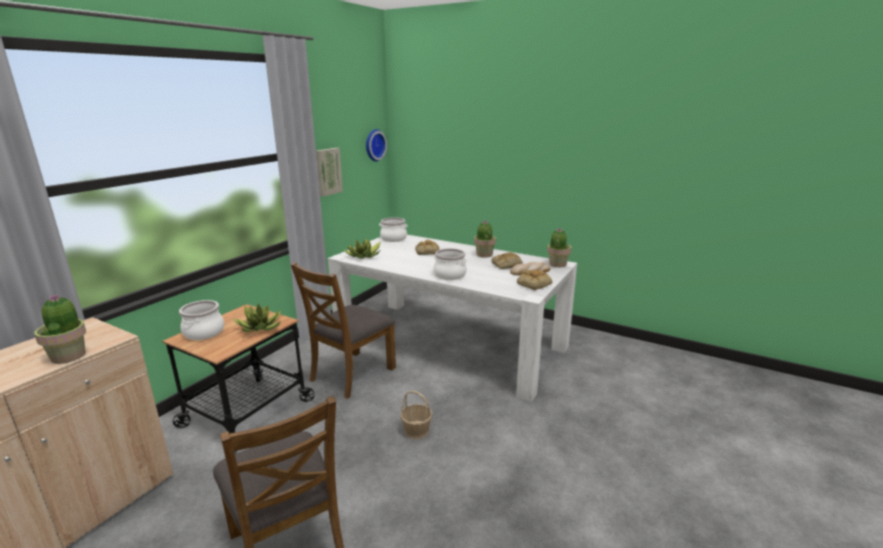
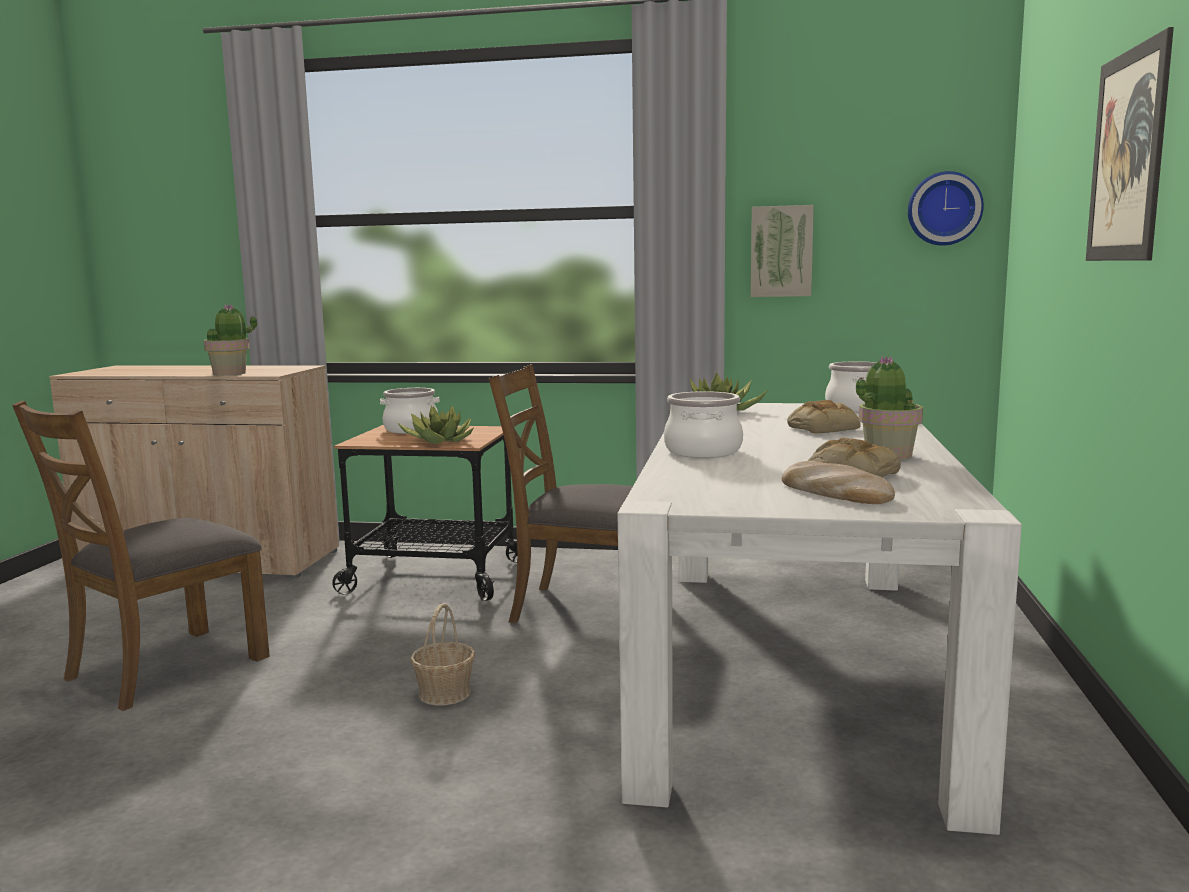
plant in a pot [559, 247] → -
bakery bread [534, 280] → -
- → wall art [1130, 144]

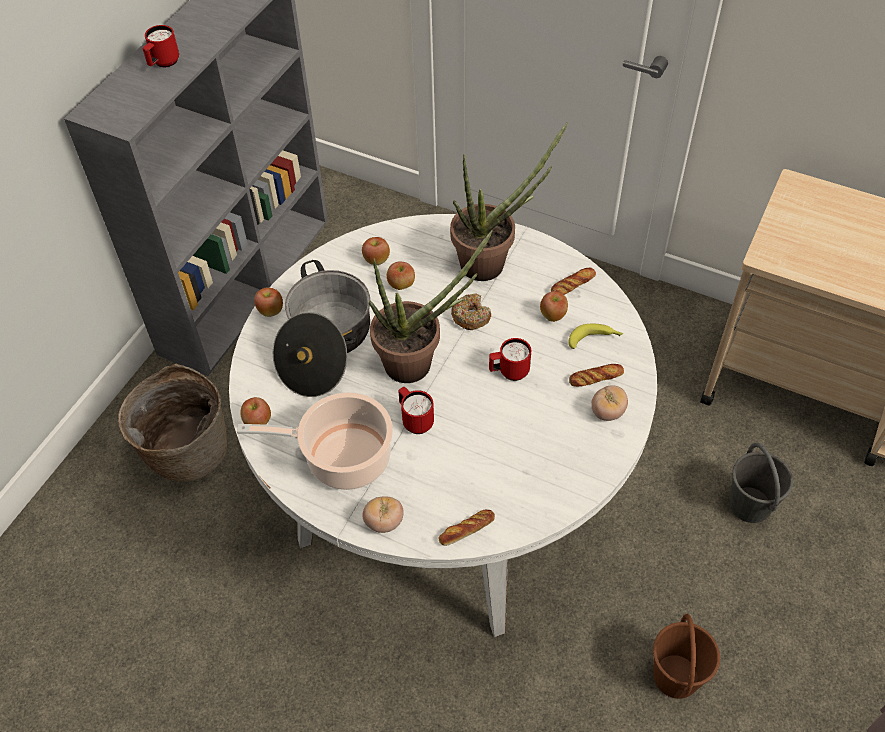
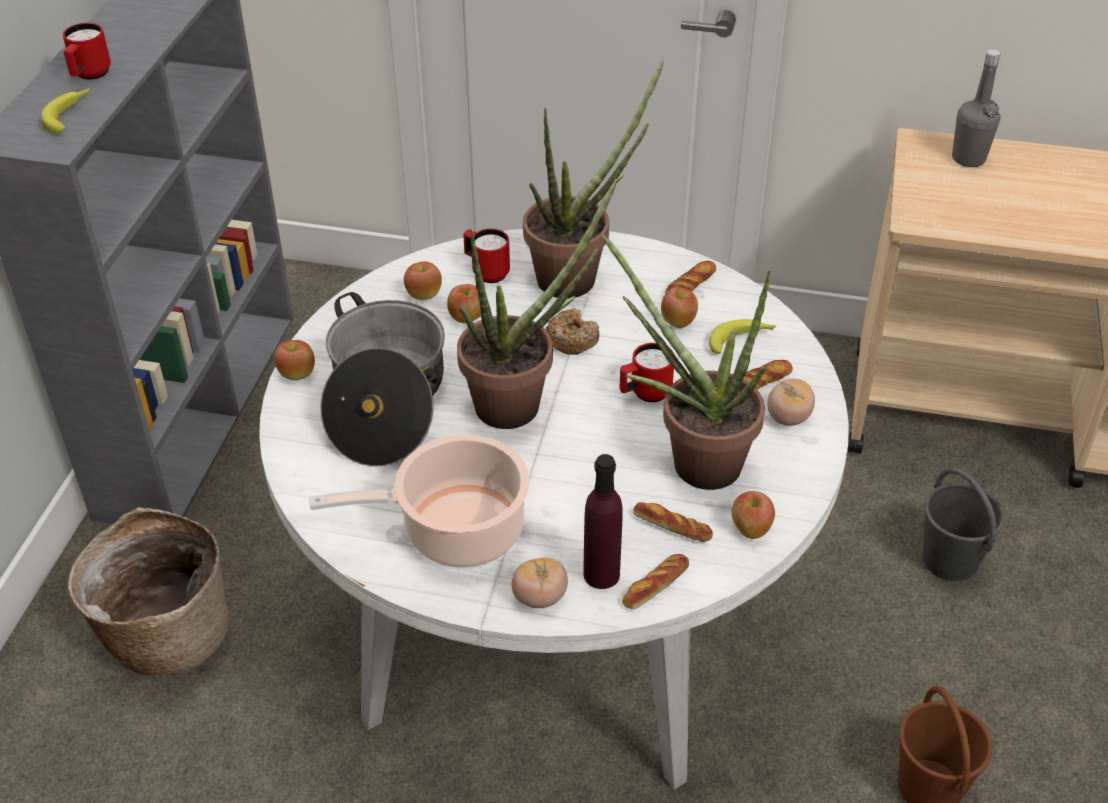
reddish tea mug [416, 410] → reddish tea mug [486, 256], relocated
apple [255, 411] → apple [753, 515], relocated
- → gray drink bottle [976, 108]
- → banana [65, 111]
- → plant in a pot [686, 362]
- → purple-coloured drink bottle [603, 521]
- → bakery bread [673, 522]

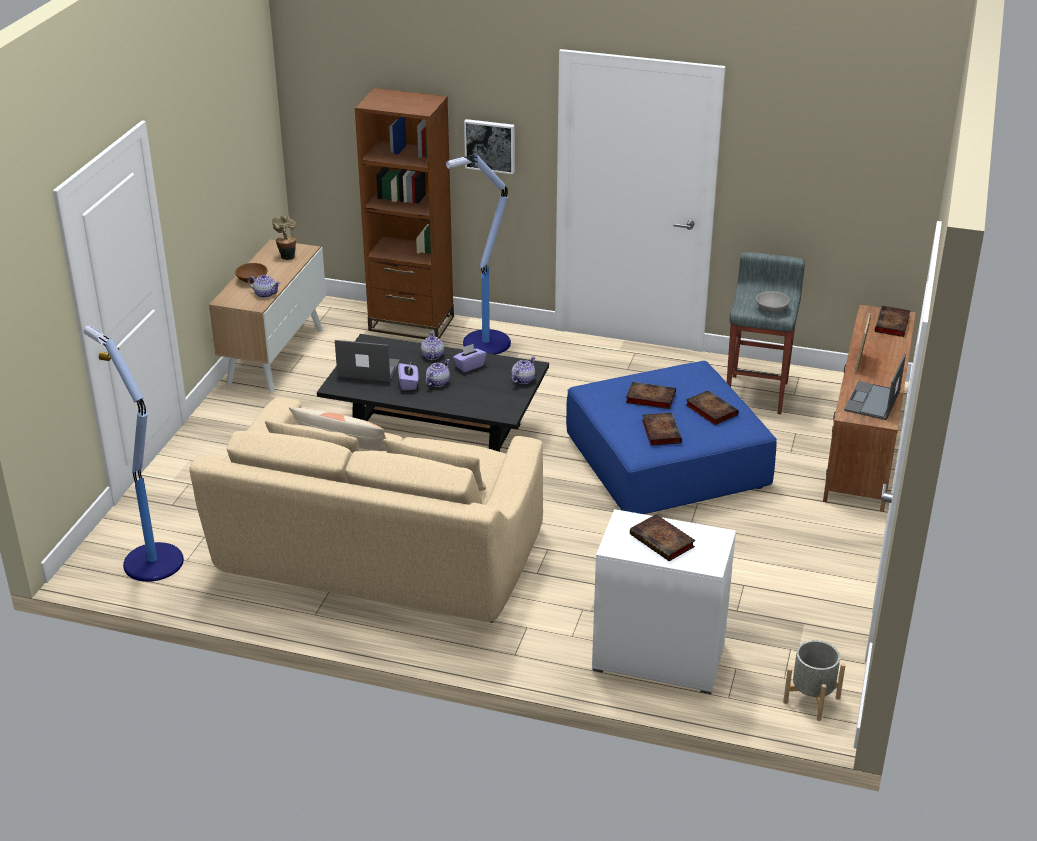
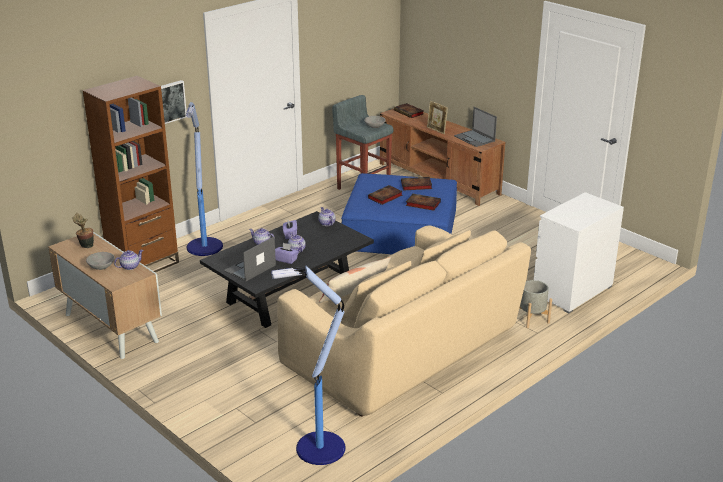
brown bowl [251, 273] → gray bowl [100, 261]
bound book [662, 537] → -
gray planter [814, 680] → gray planter [535, 304], relocated

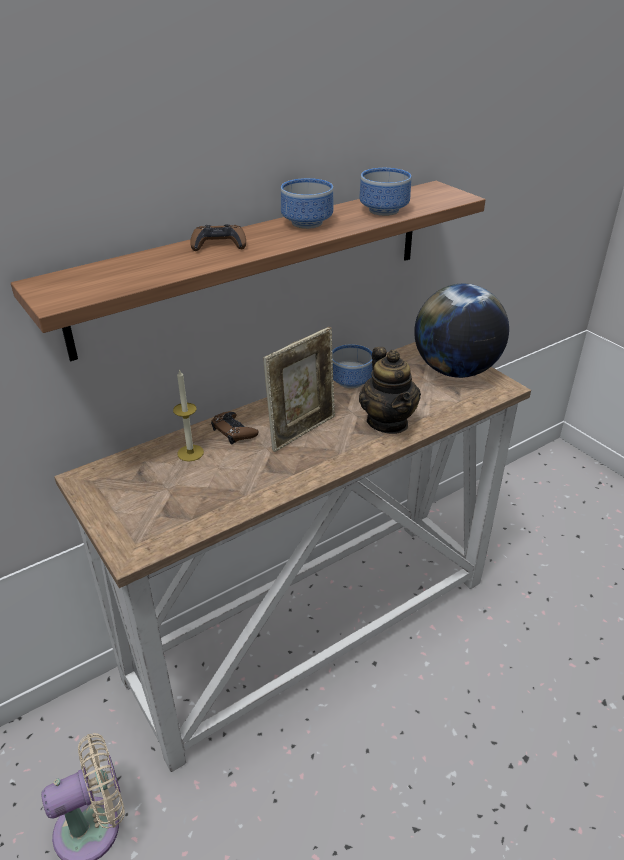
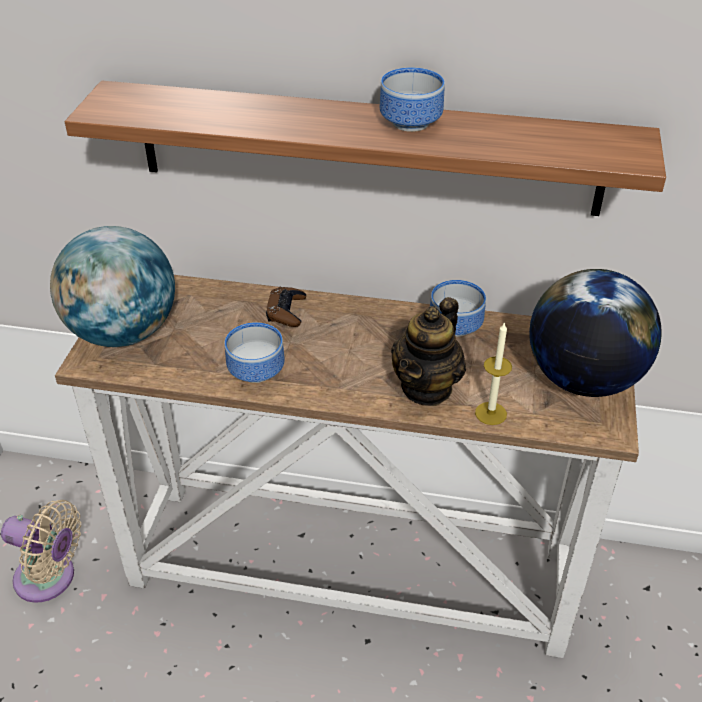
bowl [385, 192] → bowl [255, 352], relocated
brown joypad [218, 237] → -
standing frame [299, 389] → -
candle [188, 415] → candle [493, 373], relocated
- → globe [112, 286]

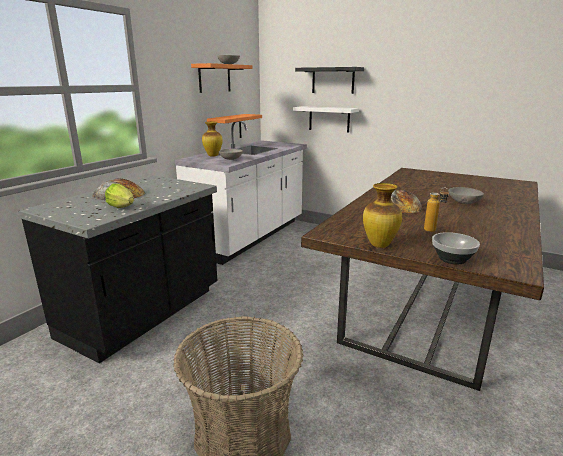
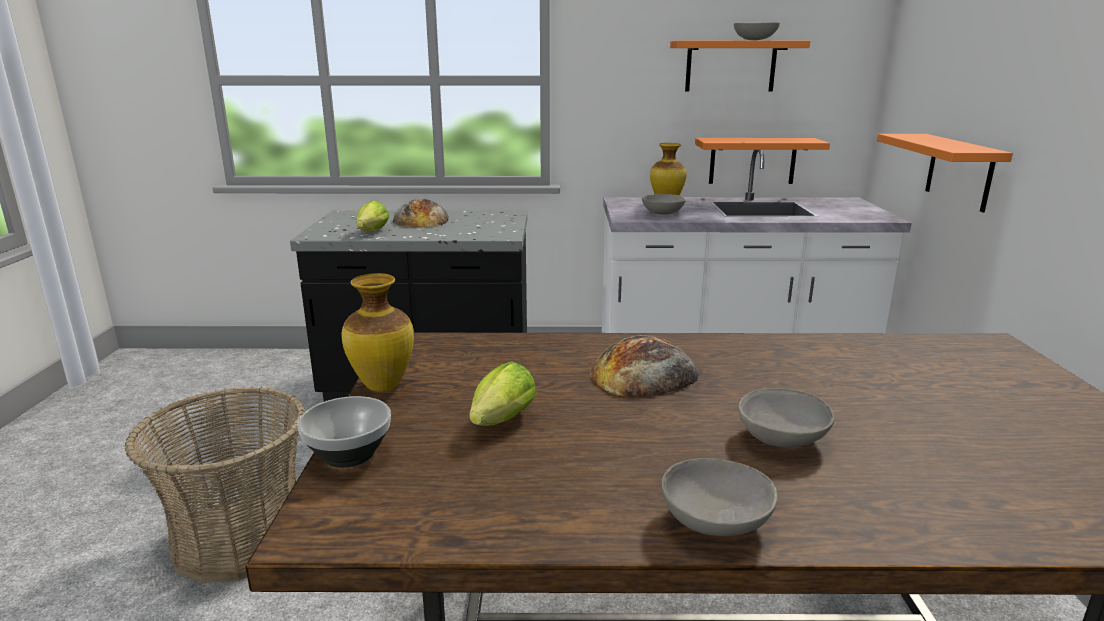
blackish shelf [329, 80] → -
whitish shelf [326, 119] → orange shelf [945, 173]
drink bottle [436, 209] → lettuce head [503, 393]
- → gray bowl [719, 497]

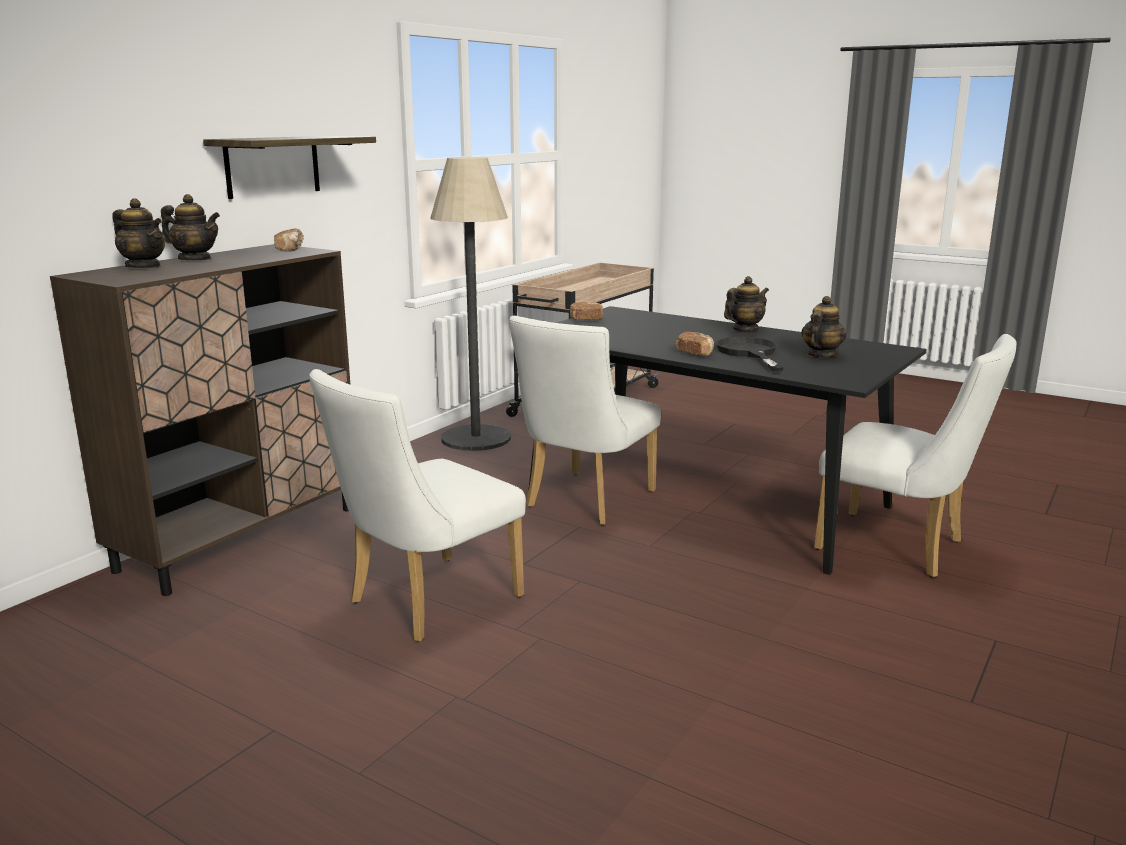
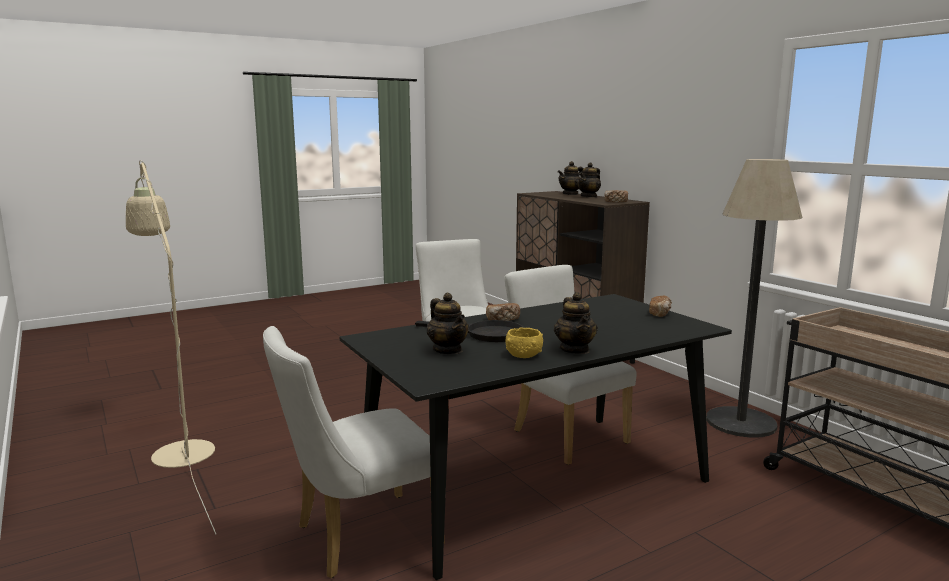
shelf [289, 167] → -
- → beige-coloured standard lamp [171, 347]
- → yellow bowl [524, 342]

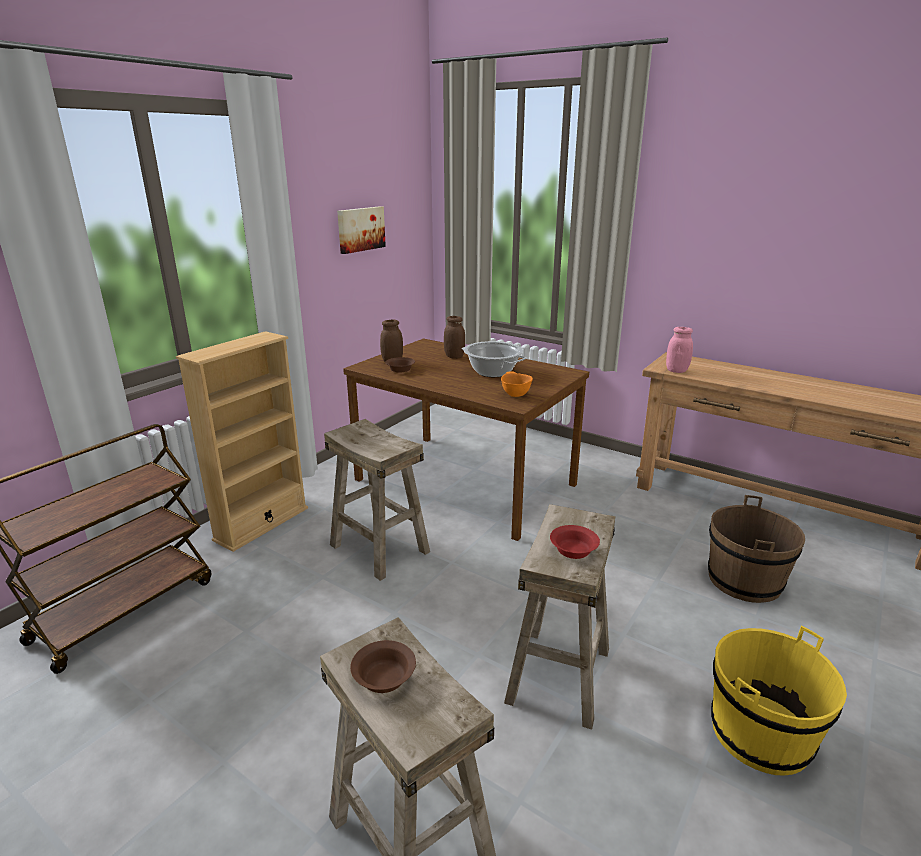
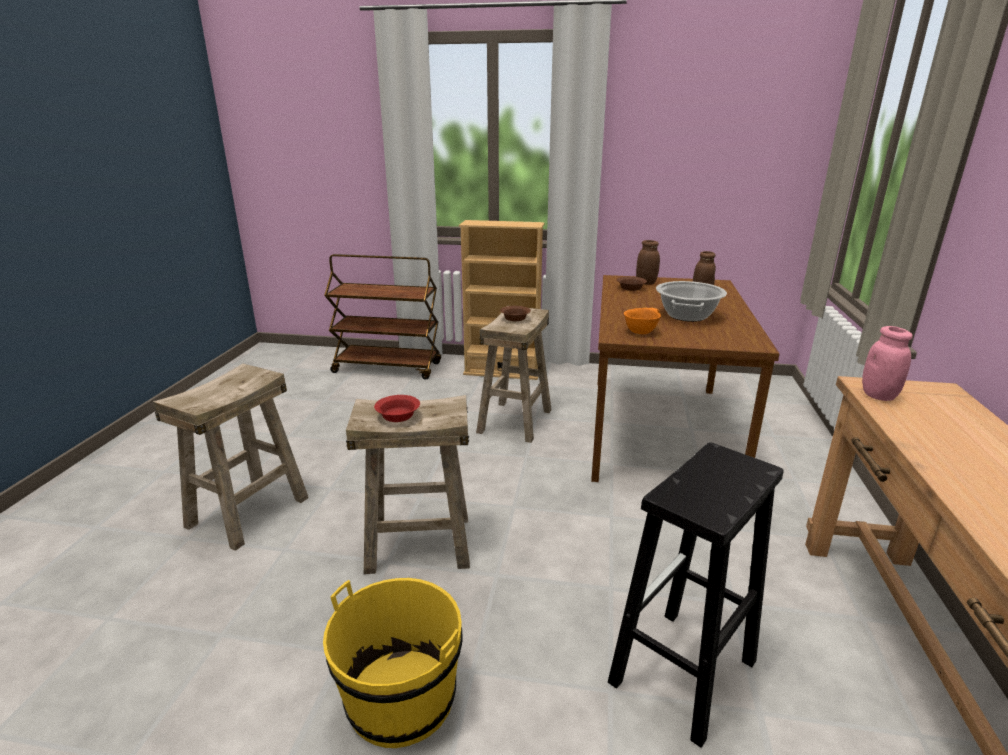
wall art [361, 230] → -
brown bucket [756, 549] → blackish sitting stool [696, 595]
brown bowl [383, 666] → brown bowl [515, 313], relocated

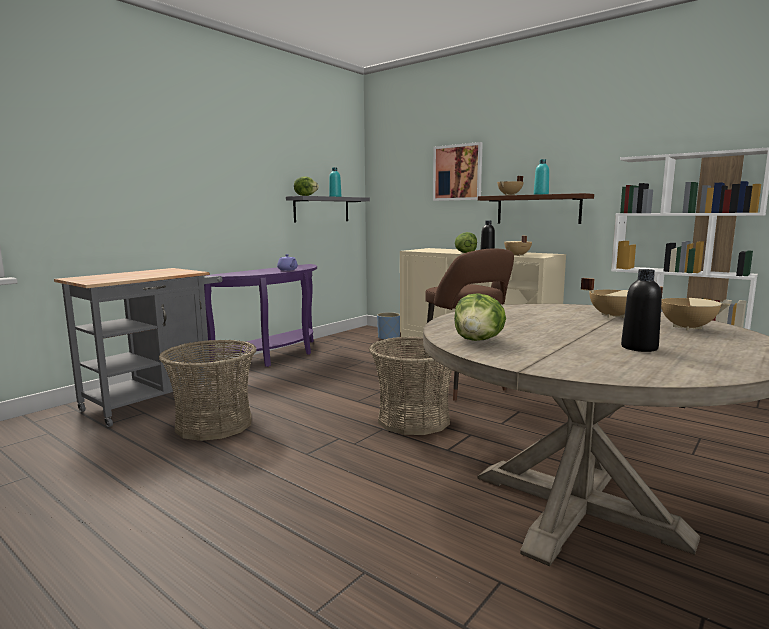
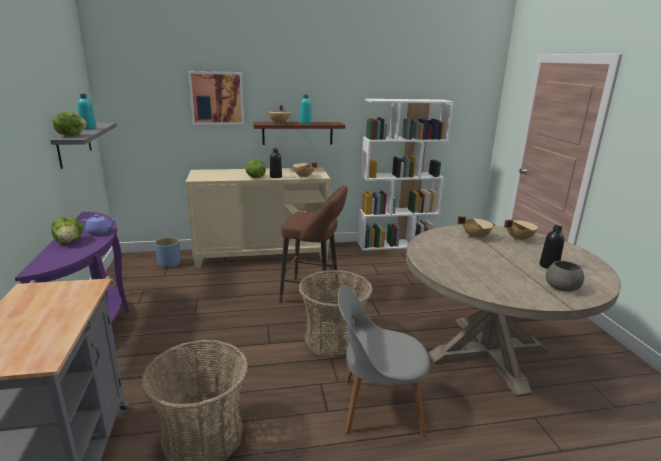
lettuce head [480, 317] → lettuce head [67, 230], relocated
- → gray bowl [565, 276]
- → gray plain chair [384, 361]

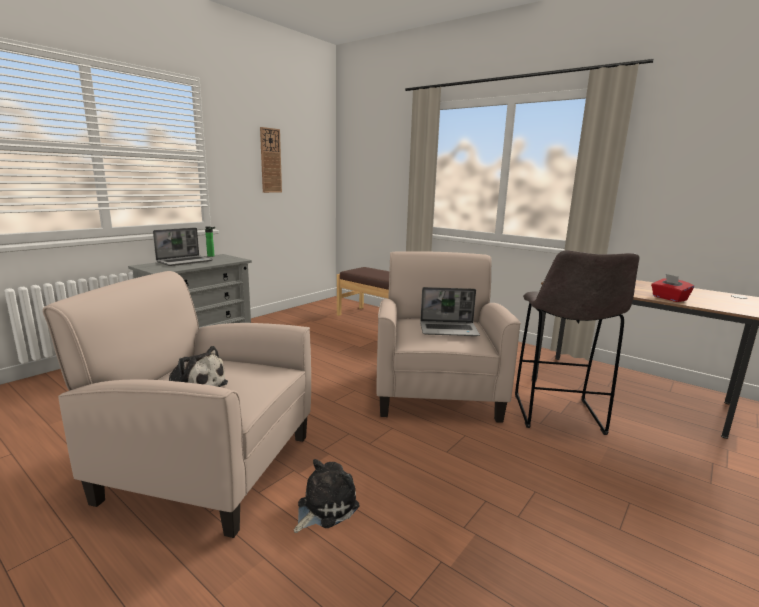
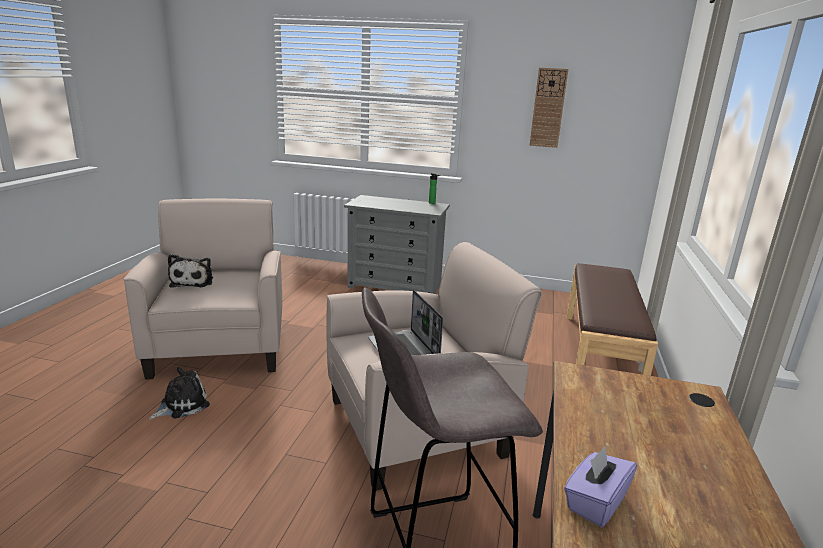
laptop [183, 247] → -
reddish tissue box [672, 288] → purple-coloured tissue box [600, 486]
cuddly toy [327, 496] → cuddly toy [179, 393], 60 degrees counterclockwise

